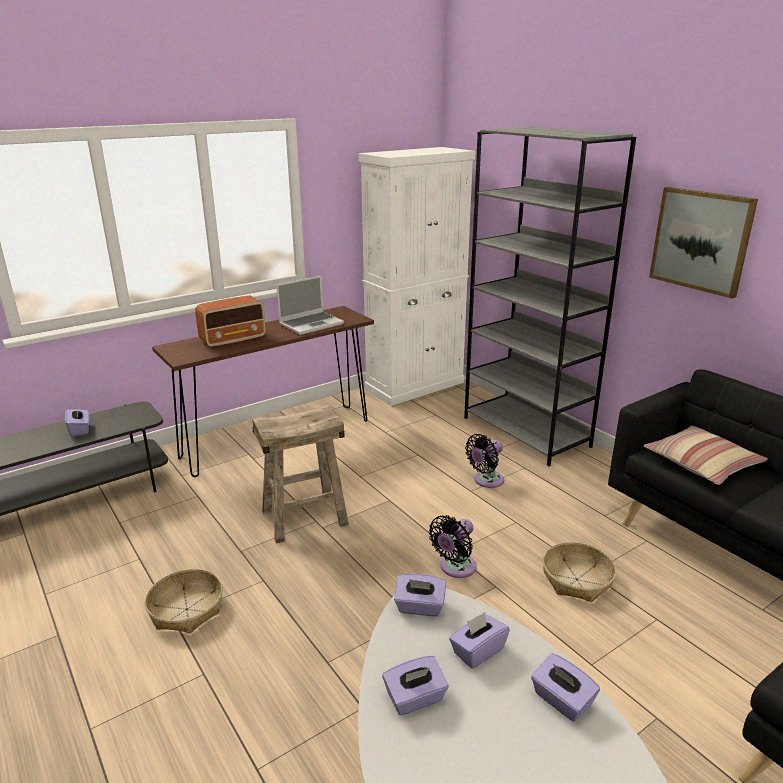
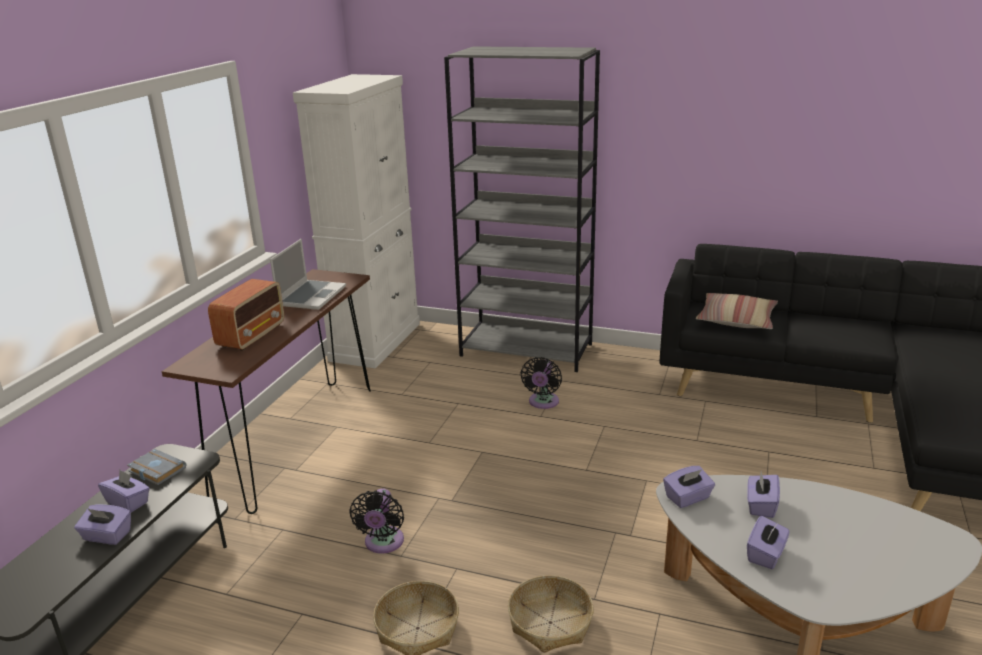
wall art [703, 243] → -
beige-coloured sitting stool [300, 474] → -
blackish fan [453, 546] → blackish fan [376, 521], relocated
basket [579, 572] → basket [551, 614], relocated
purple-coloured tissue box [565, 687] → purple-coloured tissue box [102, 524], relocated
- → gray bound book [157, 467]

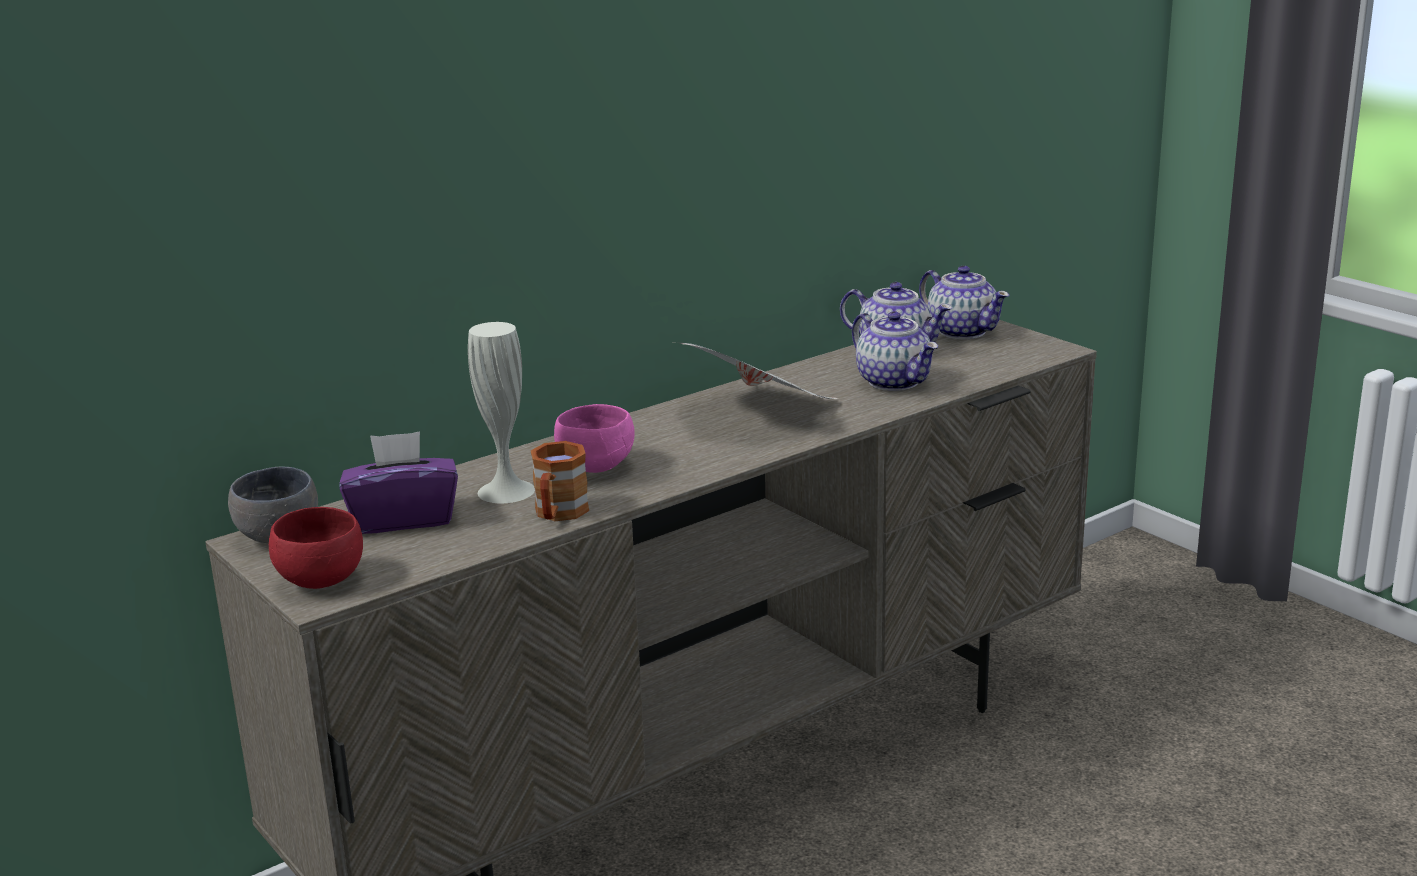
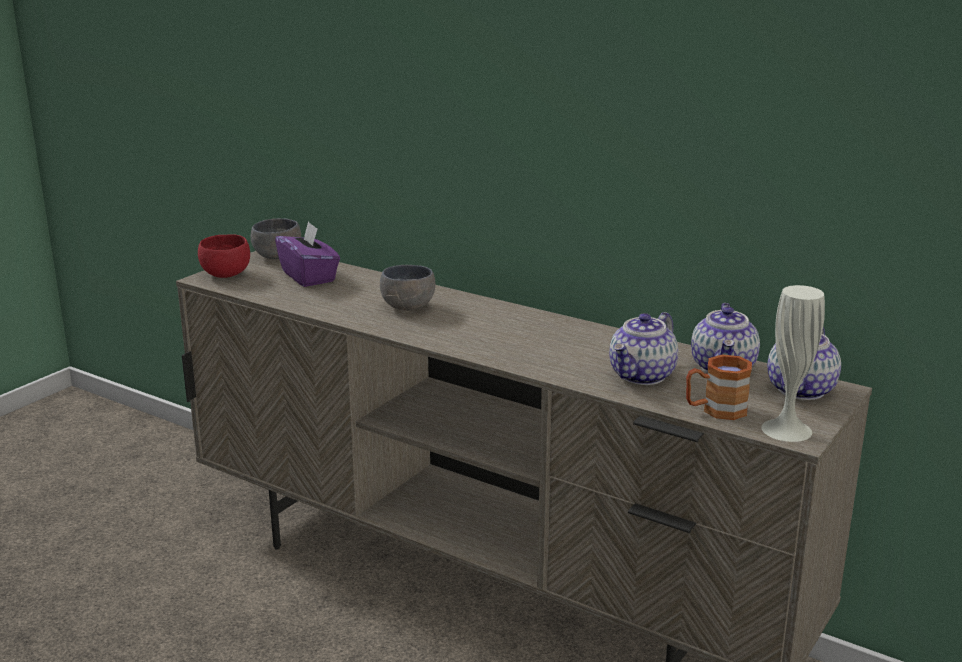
whitish flower vase [501, 413] → whitish flower vase [793, 363], relocated
daily paper [760, 371] → -
pink-coloured bowl [594, 438] → gray bowl [407, 287]
brown tea mug [560, 481] → brown tea mug [719, 387], relocated

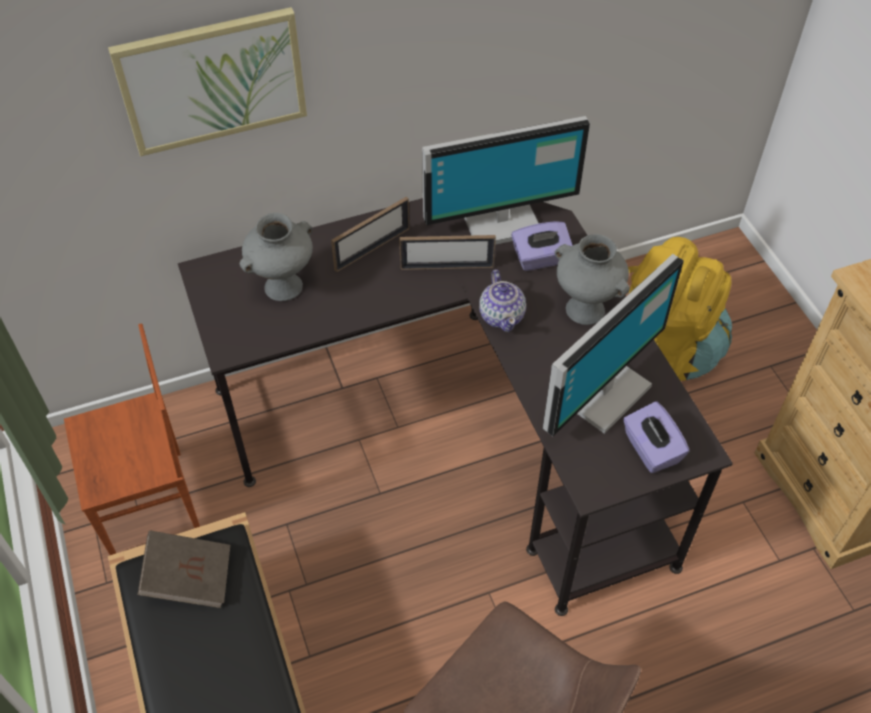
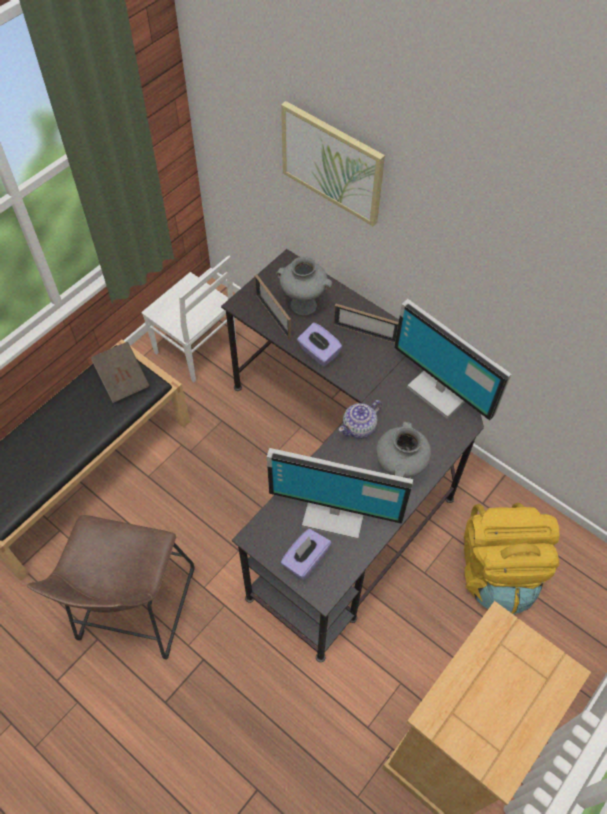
purple-coloured tissue box [542, 246] → purple-coloured tissue box [319, 345], relocated
standing frame [447, 252] → standing frame [273, 307], relocated
brown plain chair [132, 439] → whitish plain chair [188, 318]

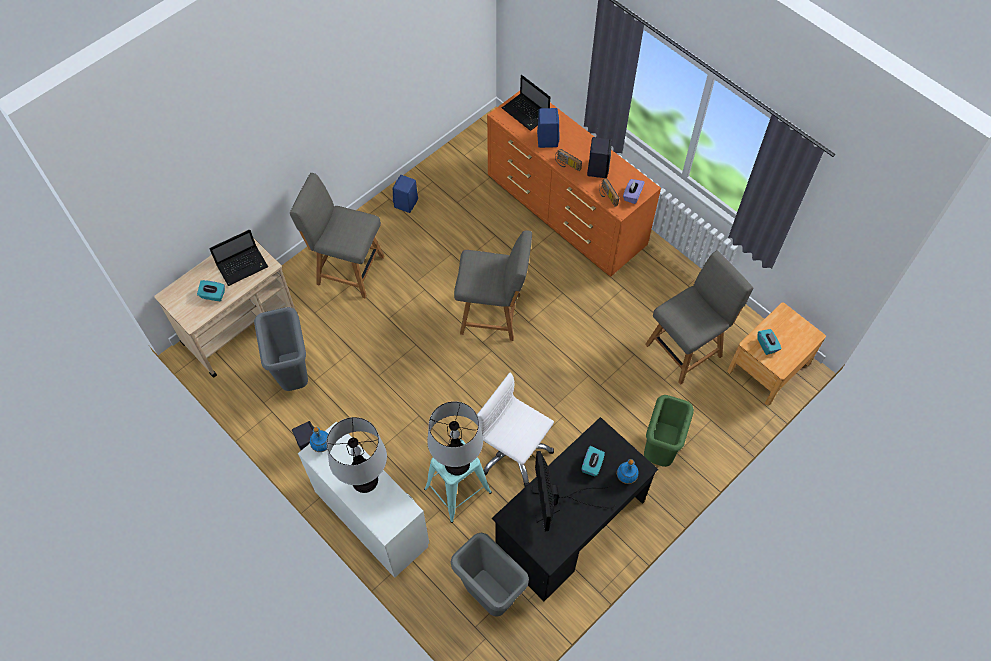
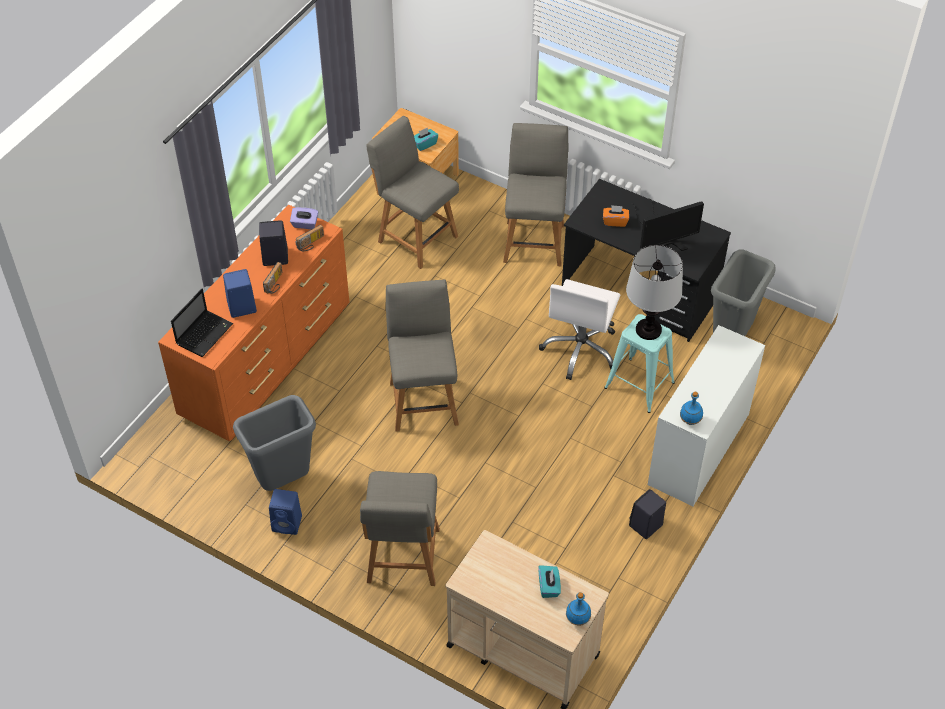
laptop [238, 257] → -
gray waste bin [281, 349] → gray waste bin [274, 443], relocated
greenish waste bin [669, 431] → gray plain chair [536, 194]
table lamp [356, 455] → -
blue-green tissue box [593, 461] → orange tissue box [616, 216]
bluish drink bottle [627, 471] → bluish drink bottle [578, 609], relocated

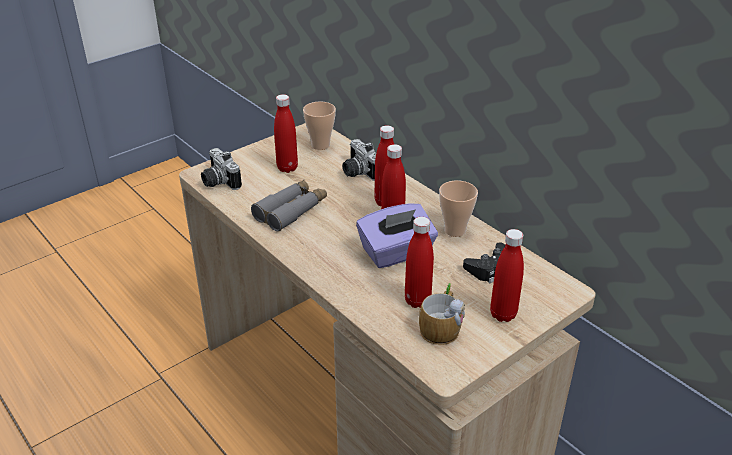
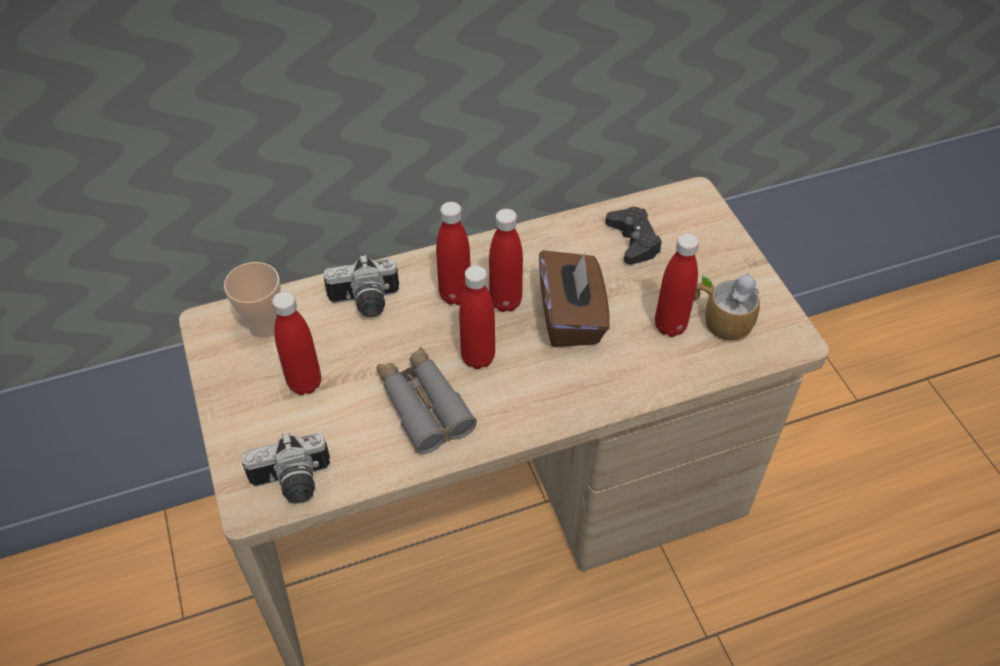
cup [458, 208] → -
purple-coloured tissue box [397, 235] → brown tissue box [574, 298]
reddish drink bottle [507, 275] → reddish drink bottle [477, 317], relocated

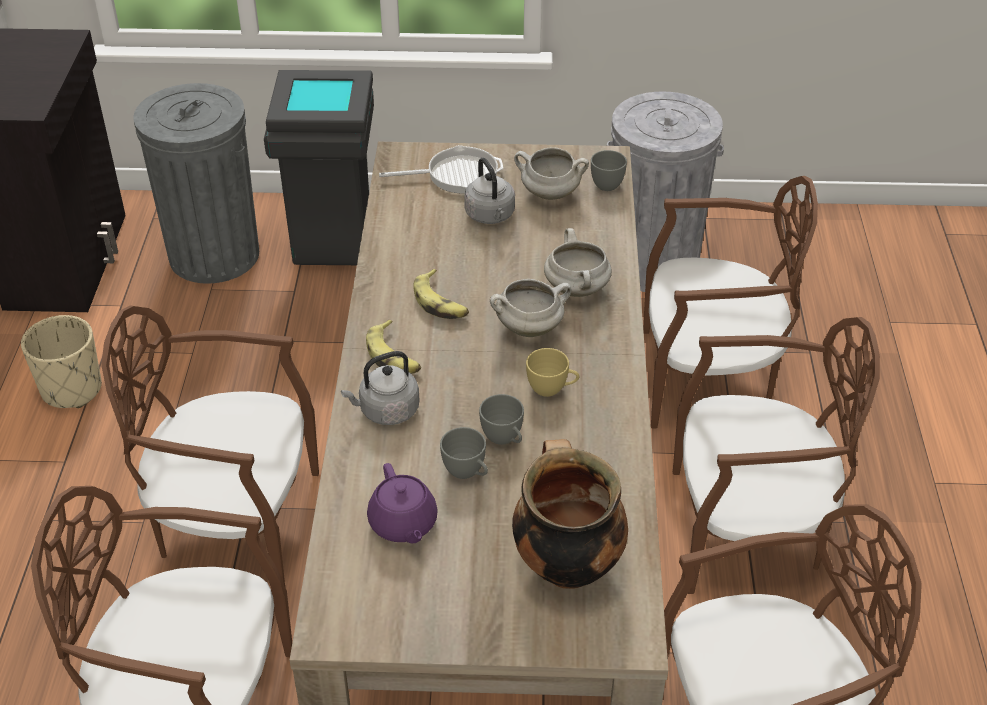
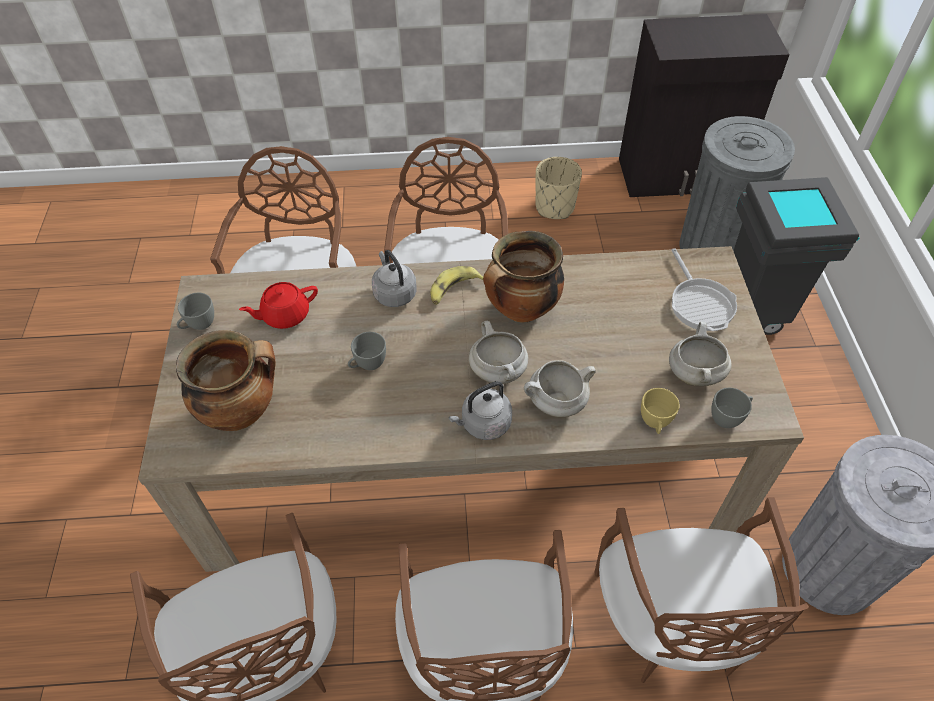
gray water kettle [489, 191] → gray water kettle [480, 410], relocated
banana [441, 294] → stockpot [523, 277]
yellow cup [552, 372] → yellow cup [660, 411], relocated
gray cup [464, 453] → gray cup [195, 311], relocated
purple-coloured pot for tea [402, 503] → reddish pot for tea [278, 305]

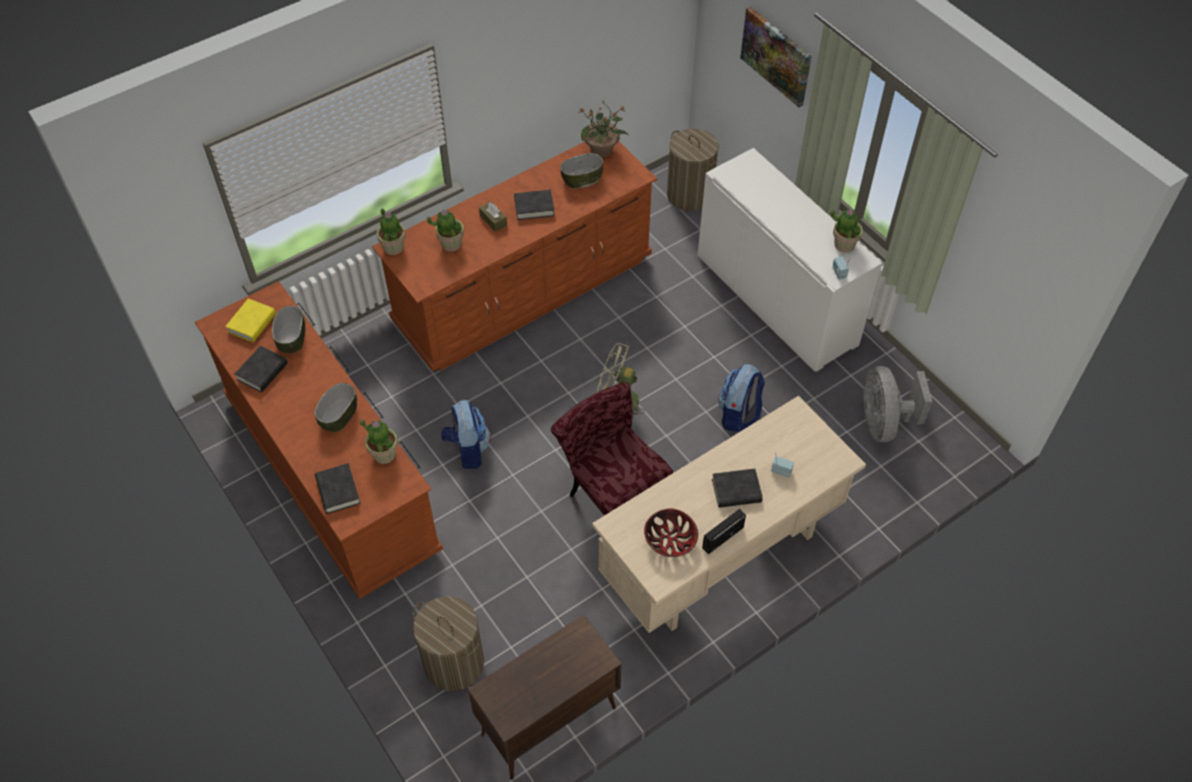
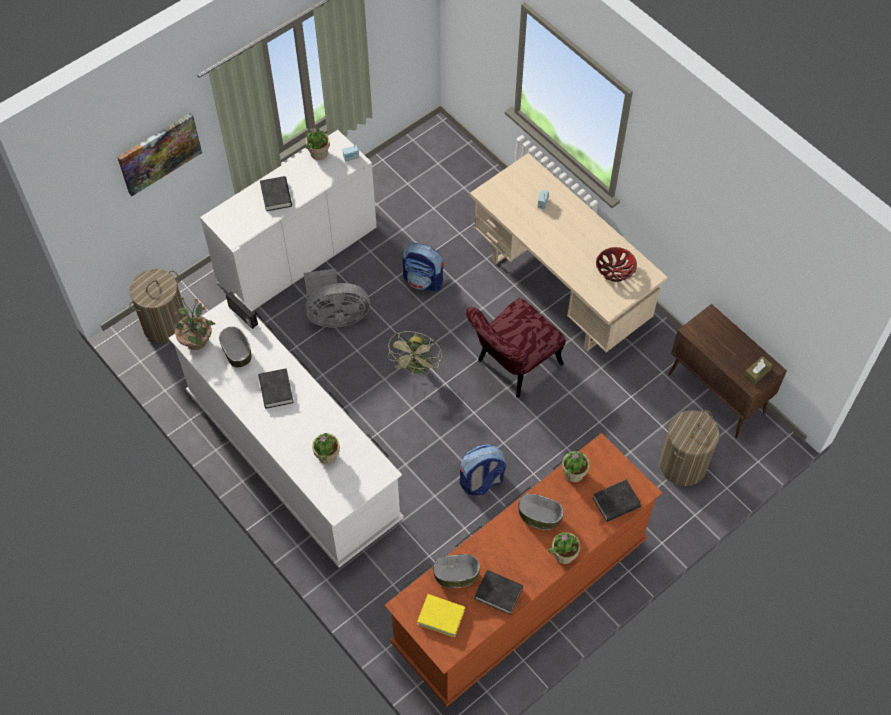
brown dresser [514, 256] → whitish dresser [286, 431]
brown tissue box [493, 217] → brown tissue box [758, 370], relocated
plant in a pot [391, 231] → plant in a pot [564, 548], relocated
gray fan [898, 404] → gray fan [337, 298], relocated
blackish bound book [737, 488] → blackish bound book [276, 193], relocated
radio receiver [724, 531] → radio receiver [242, 310], relocated

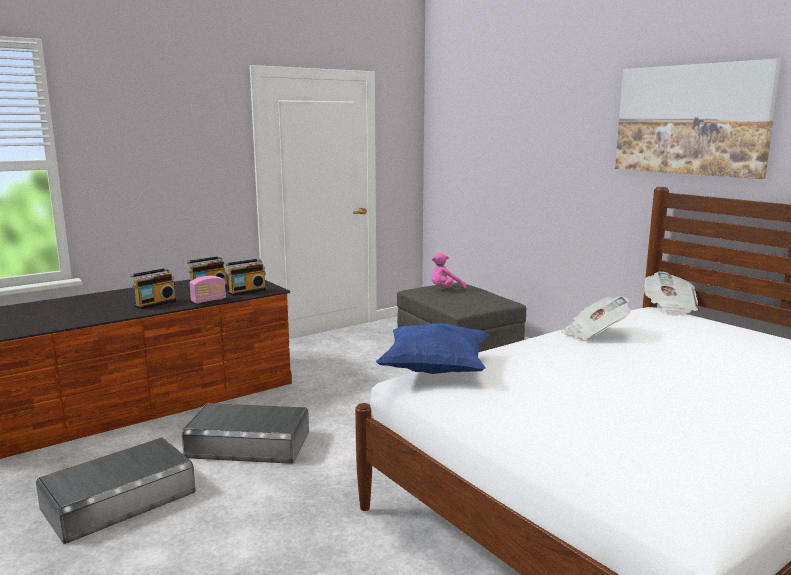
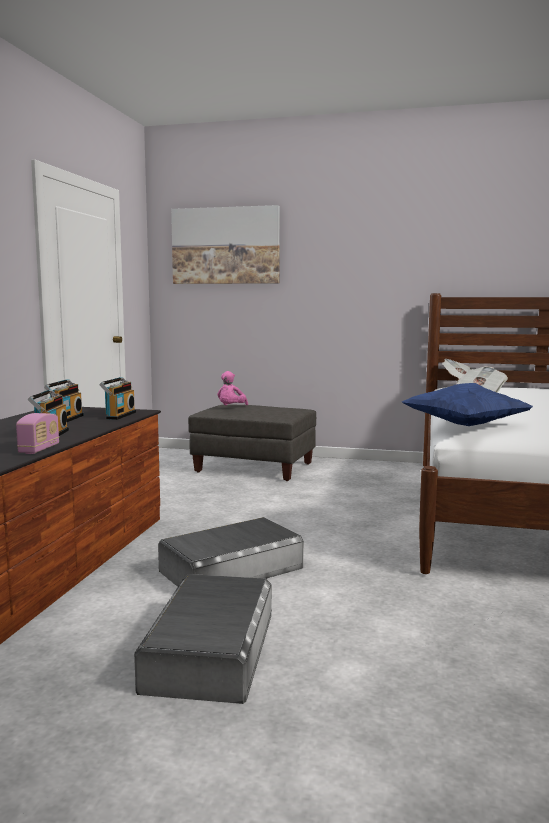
wall art [698, 118] → wall art [225, 244], relocated
radio receiver [208, 290] → radio receiver [37, 433], relocated

